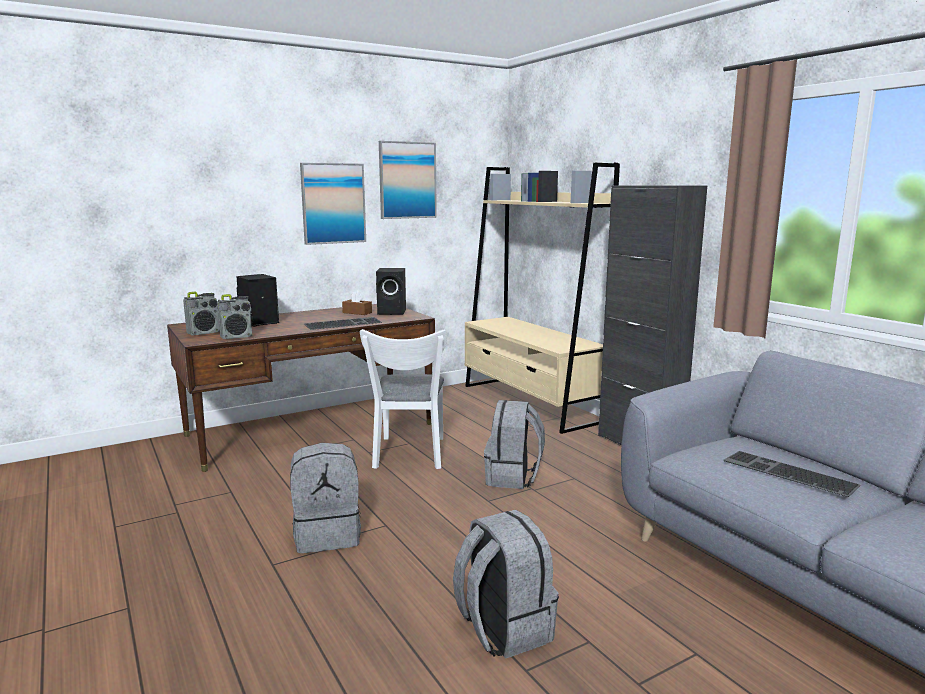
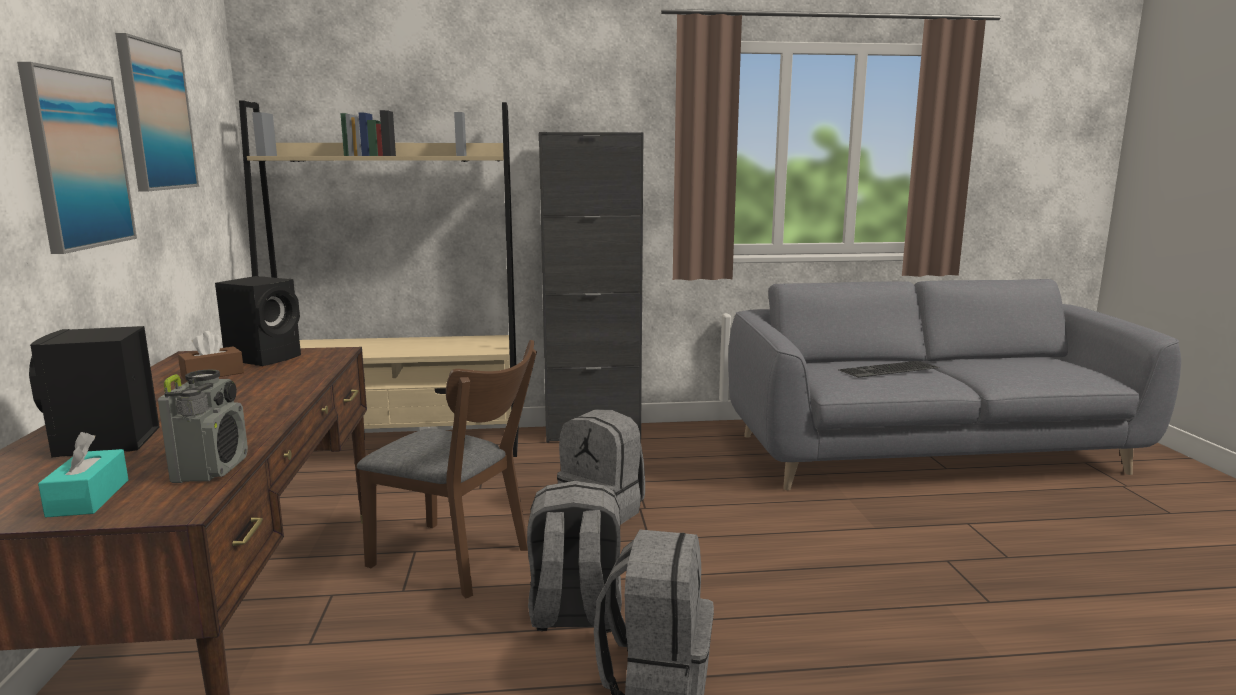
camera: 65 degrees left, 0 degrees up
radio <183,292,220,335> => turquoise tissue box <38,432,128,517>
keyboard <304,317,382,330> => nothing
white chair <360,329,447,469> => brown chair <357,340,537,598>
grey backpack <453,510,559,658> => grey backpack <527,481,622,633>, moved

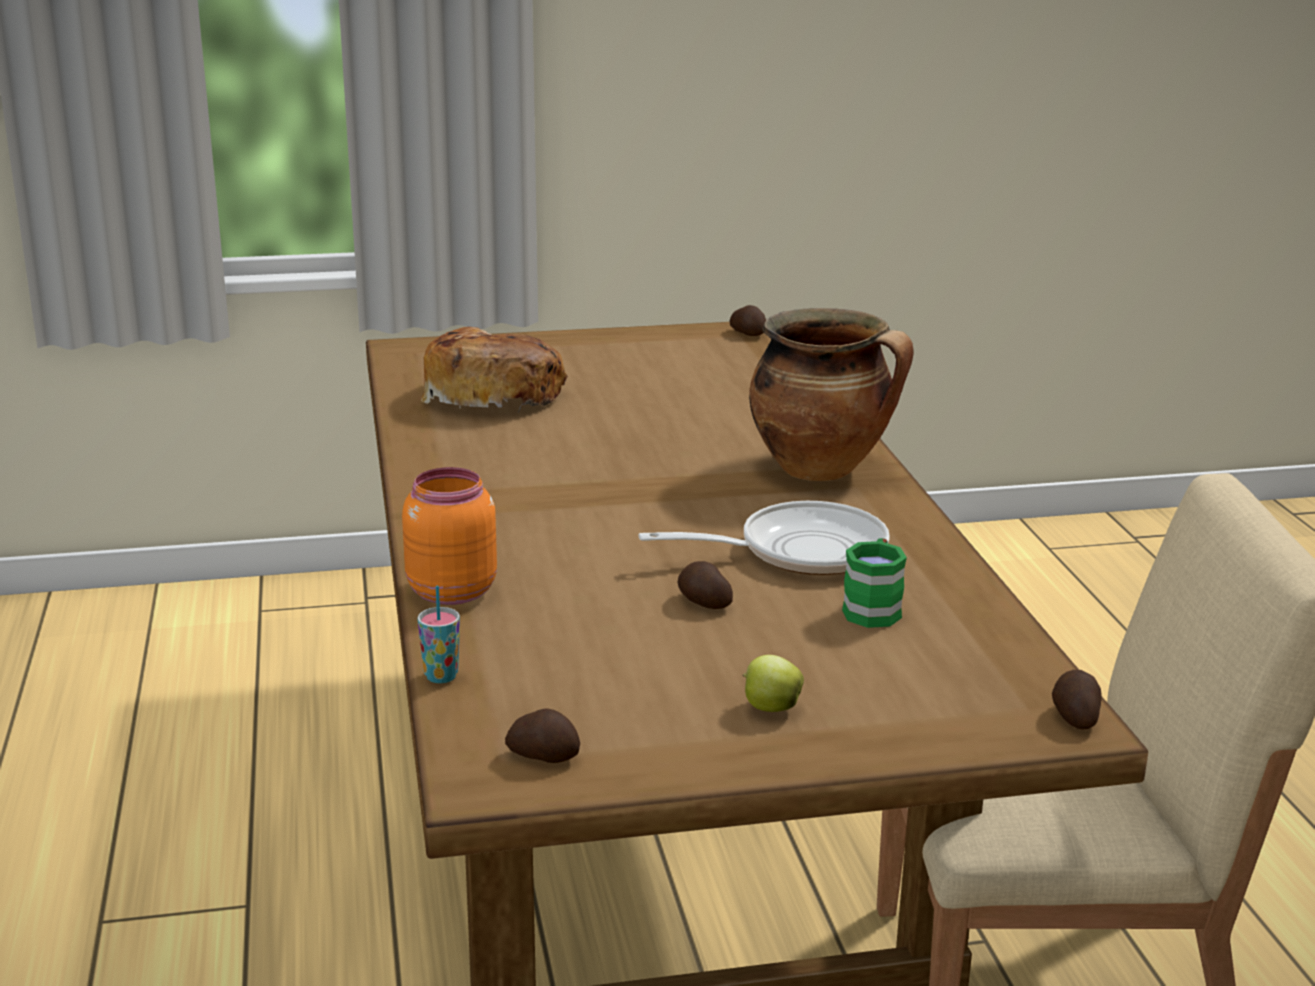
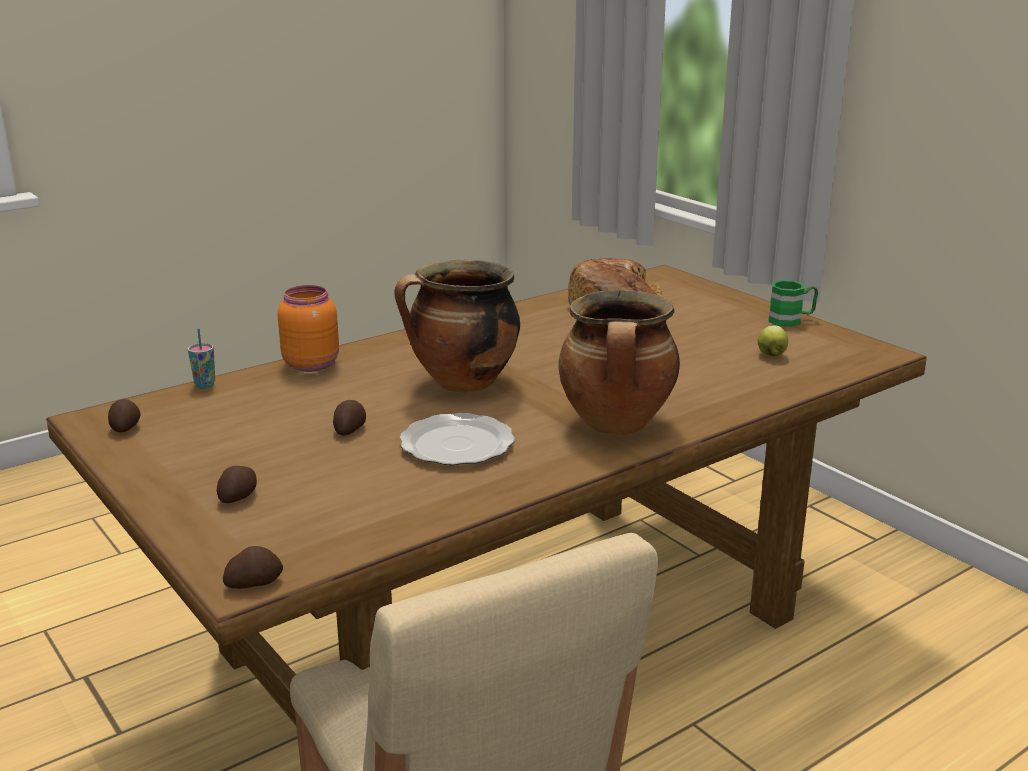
camera: 65 degrees right, 0 degrees up
potato <730,305,766,336> => potato <217,466,257,503>, moved
frying pan <638,501,890,575> => plate <400,413,515,465>
green mug <842,538,907,628> => green mug <769,280,818,327>, moved
apple <742,655,804,712> => apple <758,326,788,356>, moved
nothing => cooking pot <394,260,520,392>

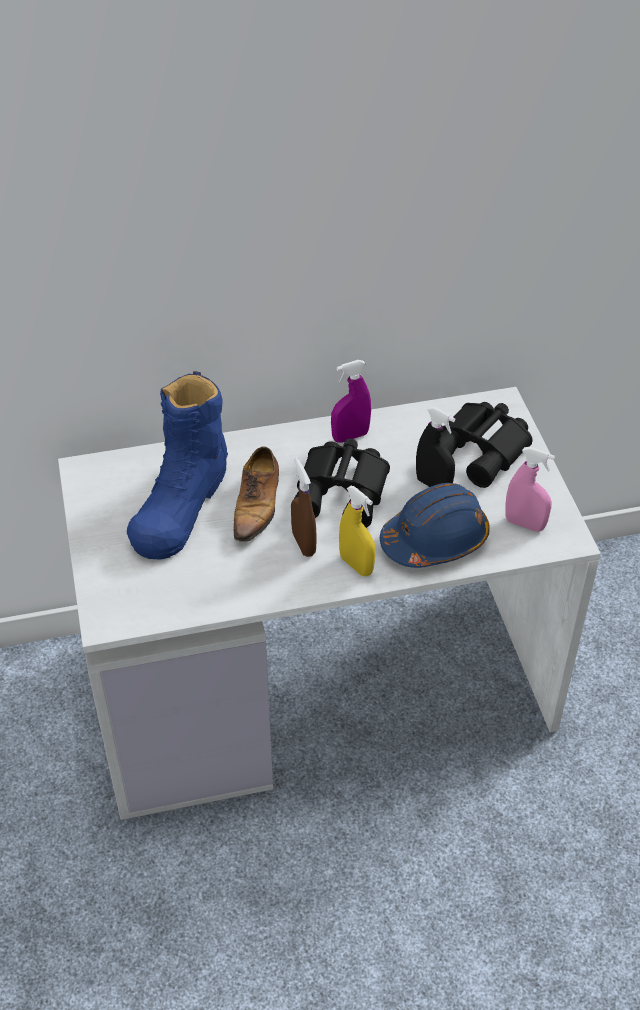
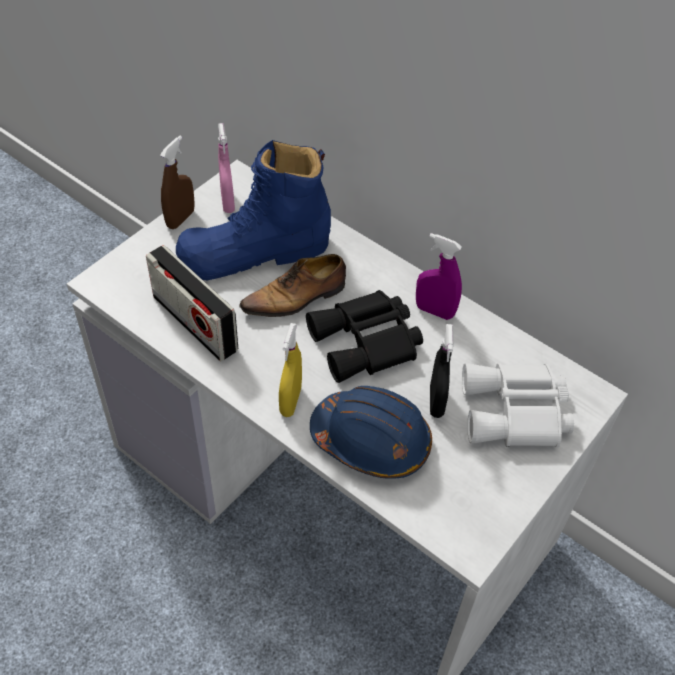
camera: 50 degrees right, 5 degrees up
black binoculars <441,402,532,488> => white binoculars <462,363,574,447>
pink spray bottle <505,447,555,532> => pink spray bottle <218,123,235,213>, moved
brown spray bottle <291,458,317,557> => brown spray bottle <160,136,195,229>, moved
nothing => radio <146,245,238,361>

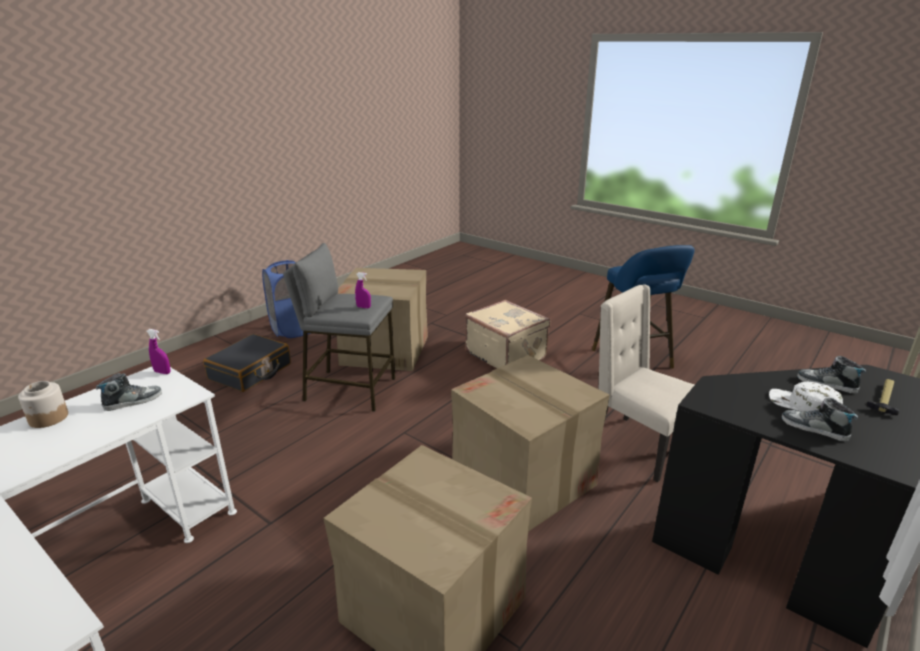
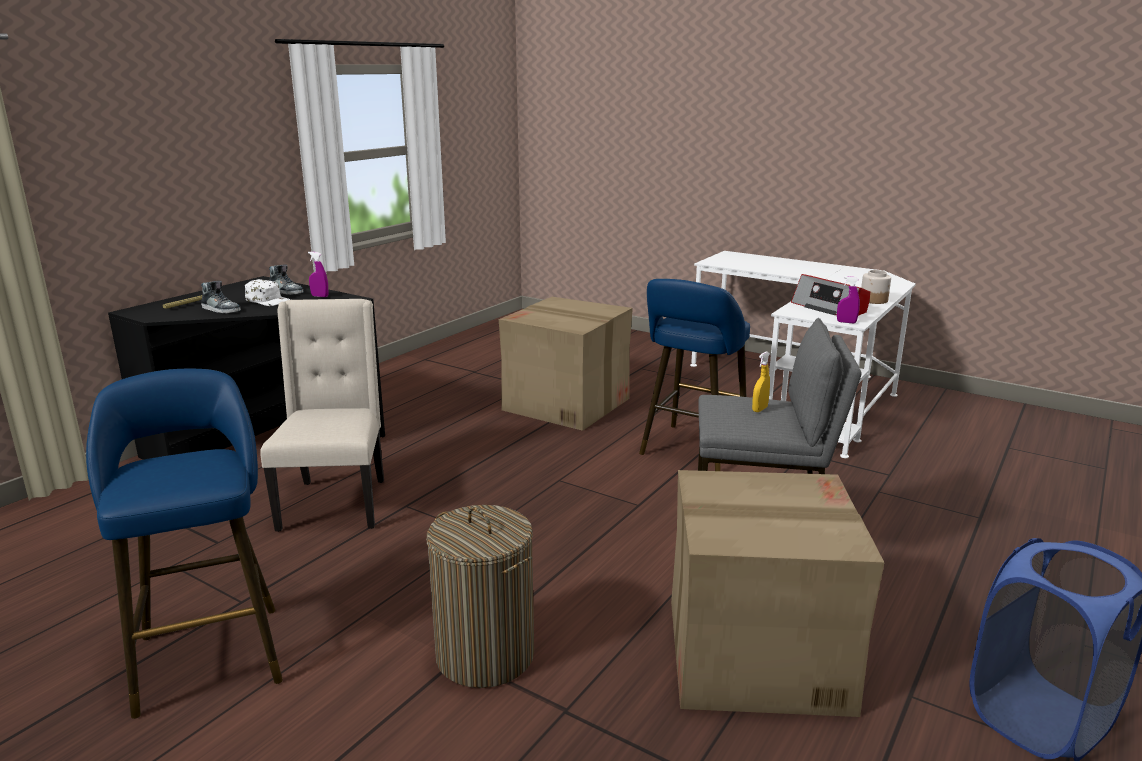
camera: 175 degrees right, 5 degrees down
purple spray bottle <355,272,371,309> => purple spray bottle <308,252,328,297>, moved
beige chair <599,285,695,482> => beige chair <260,299,384,532>, 135 degrees counterclockwise
beige suitcase <465,300,550,368> => laundry basket <427,505,534,688>
black suitcase <203,334,291,392> => nothing
cardboard box <451,355,610,532> => nothing
shoe <96,373,162,411> => radio <791,274,870,316>
nothing => blue stool <639,279,750,471>
nothing => yellow spray bottle <752,352,770,412>

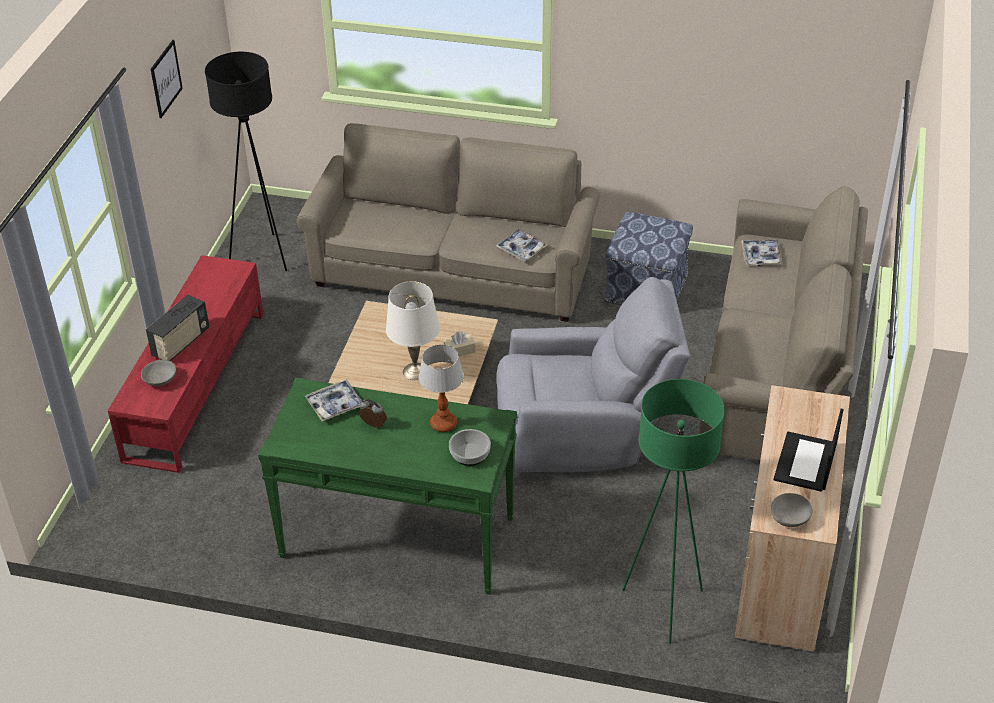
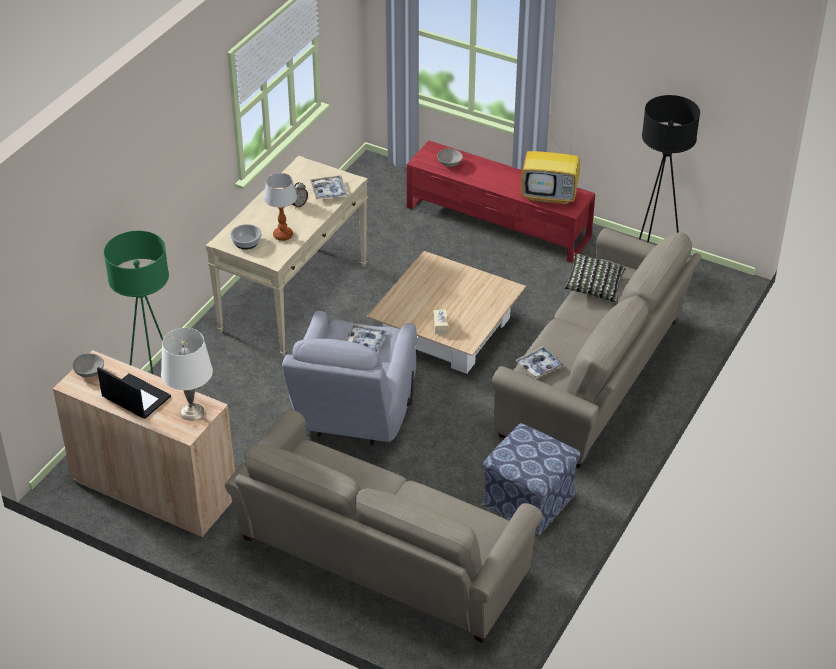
camera: 105 degrees right, 0 degrees up
picture <151,40,183,118> => nothing
tray <741,239,783,266> => tray <345,325,387,352>, moved
white table lamp <386,281,440,380> => white table lamp <161,328,213,421>, moved
radio <146,295,209,361> => nothing
green console table <258,377,517,595> => beige console table <206,155,368,357>
nothing => television <521,132,580,205>
nothing => pillow <564,253,626,303>

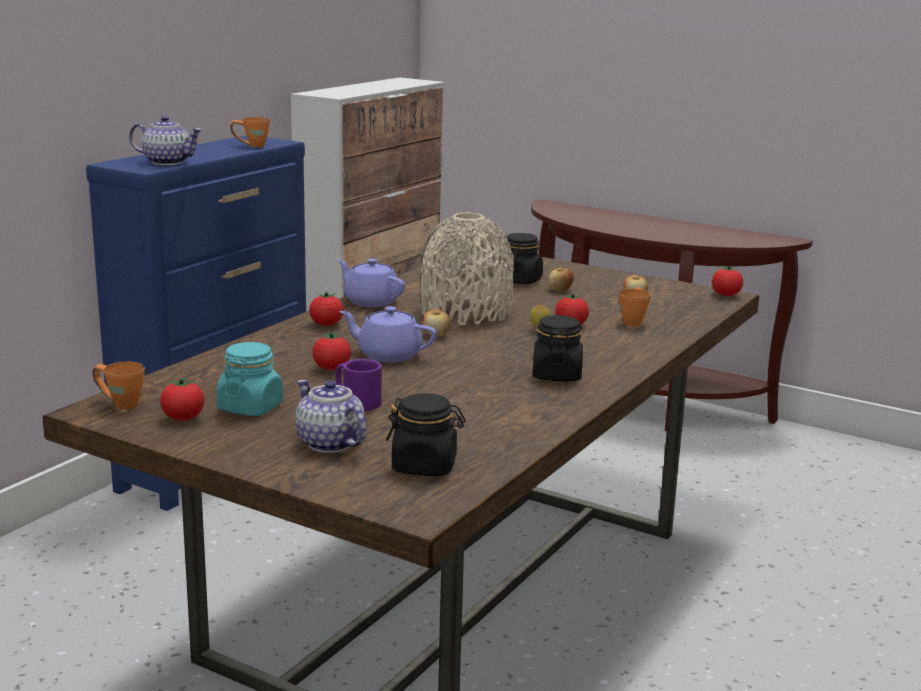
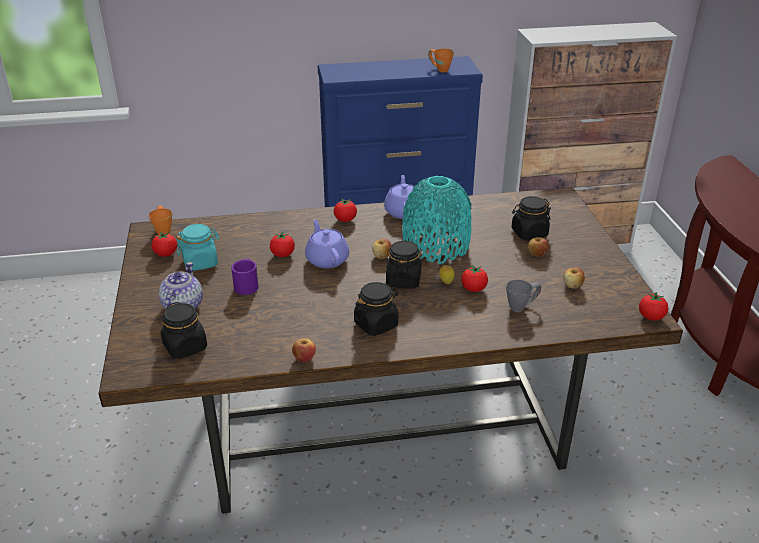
camera: 50 degrees right, 15 degrees up
teapot <129,116,202,165> => nothing
beige vase <421,212,514,325> => turquoise vase <402,176,472,264>
orange mug <619,288,651,326> => grey mug <506,280,541,312>
nothing => black jar <386,240,421,289>
nothing => apple <292,339,316,362>

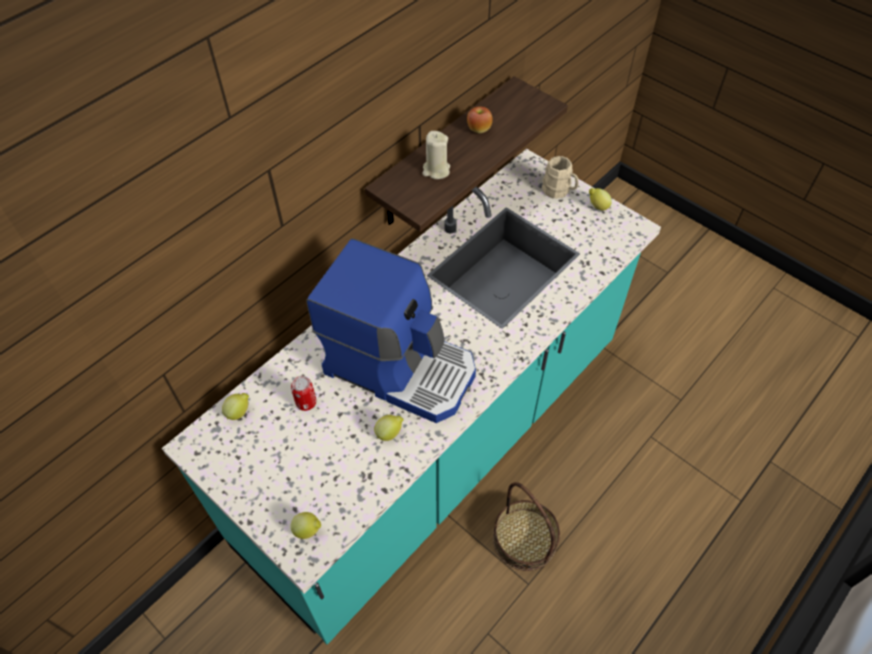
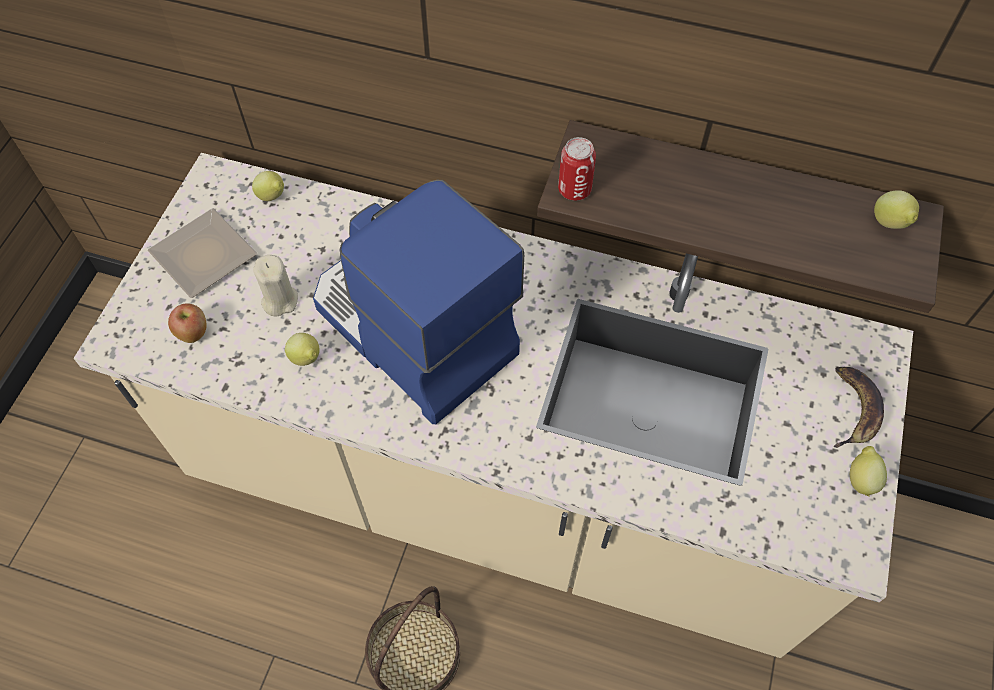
camera: 65 degrees right, 5 degrees up
apple <467,107,493,133> => apple <168,303,207,343>, moved
beige candle <422,131,450,179> => beige candle <253,255,298,316>, moved
turquoise counter <162,149,661,644> => beige counter <73,153,913,658>
beige mug <542,156,579,199> => banana <834,367,884,448>
coffee machine <306,238,476,423> => coffee machine <313,180,524,424>, 135 degrees clockwise
can <291,376,317,411> => can <558,137,596,201>, moved
lemon <291,512,321,539> => lemon <874,190,919,229>, moved
nothing => plate <148,208,257,298>

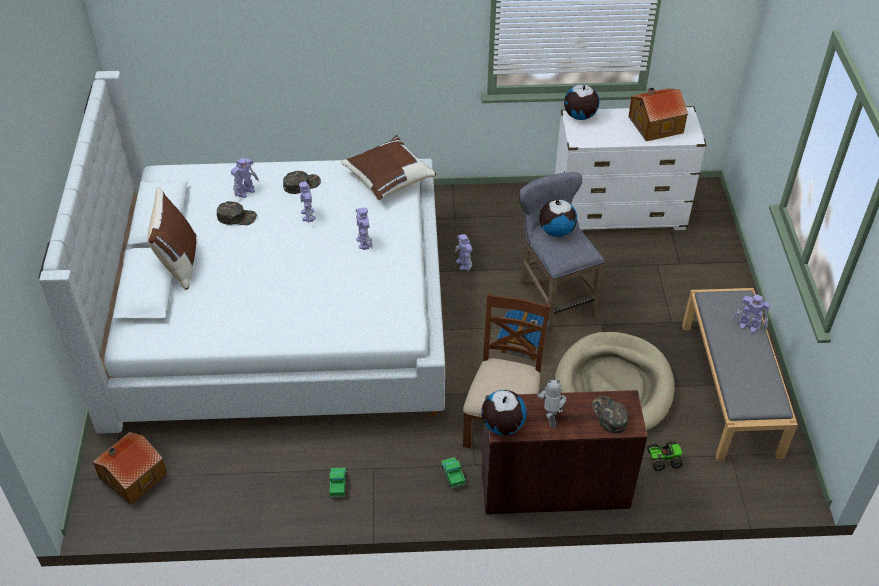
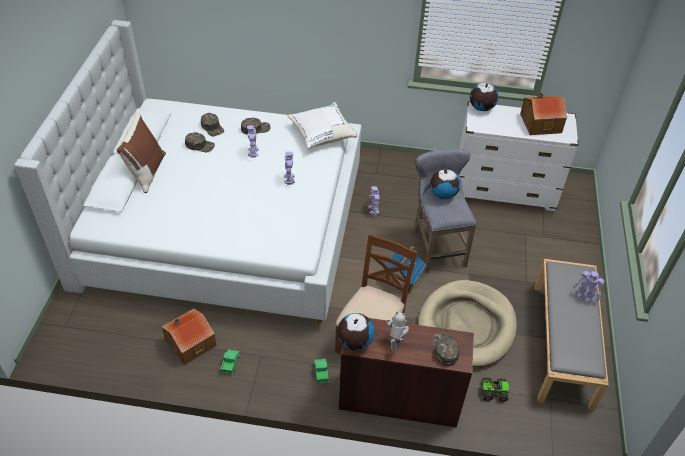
camera: 10 degrees right, 0 degrees up
brown pillow <341,135,436,200> => white pillow <288,102,358,149>
toy robot <231,158,259,198> => green cap <201,113,224,136>
toy house <92,432,167,505> => toy house <162,308,216,365>, moved

